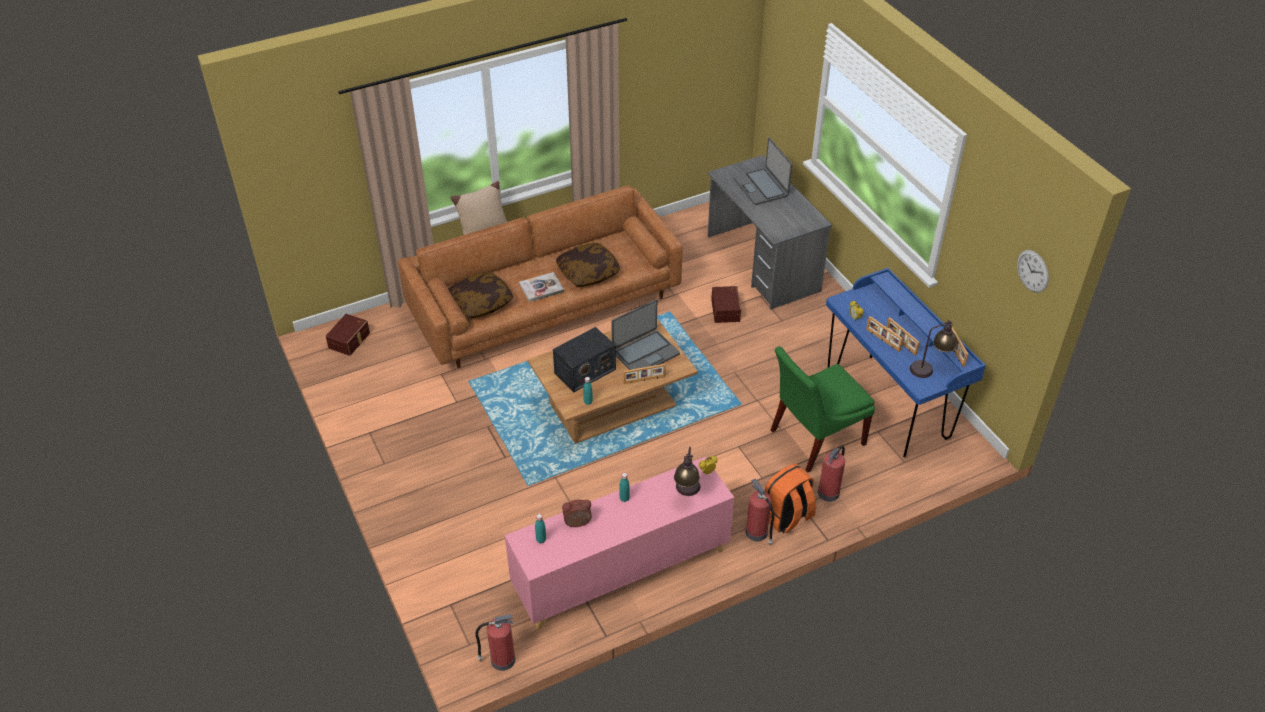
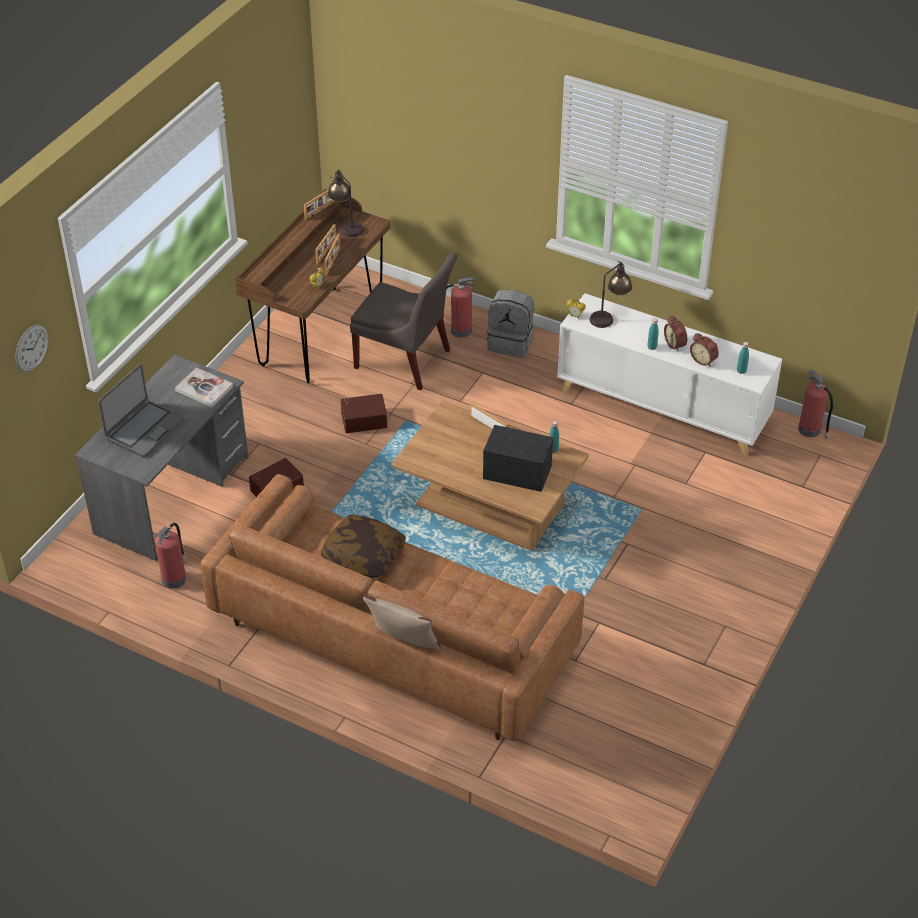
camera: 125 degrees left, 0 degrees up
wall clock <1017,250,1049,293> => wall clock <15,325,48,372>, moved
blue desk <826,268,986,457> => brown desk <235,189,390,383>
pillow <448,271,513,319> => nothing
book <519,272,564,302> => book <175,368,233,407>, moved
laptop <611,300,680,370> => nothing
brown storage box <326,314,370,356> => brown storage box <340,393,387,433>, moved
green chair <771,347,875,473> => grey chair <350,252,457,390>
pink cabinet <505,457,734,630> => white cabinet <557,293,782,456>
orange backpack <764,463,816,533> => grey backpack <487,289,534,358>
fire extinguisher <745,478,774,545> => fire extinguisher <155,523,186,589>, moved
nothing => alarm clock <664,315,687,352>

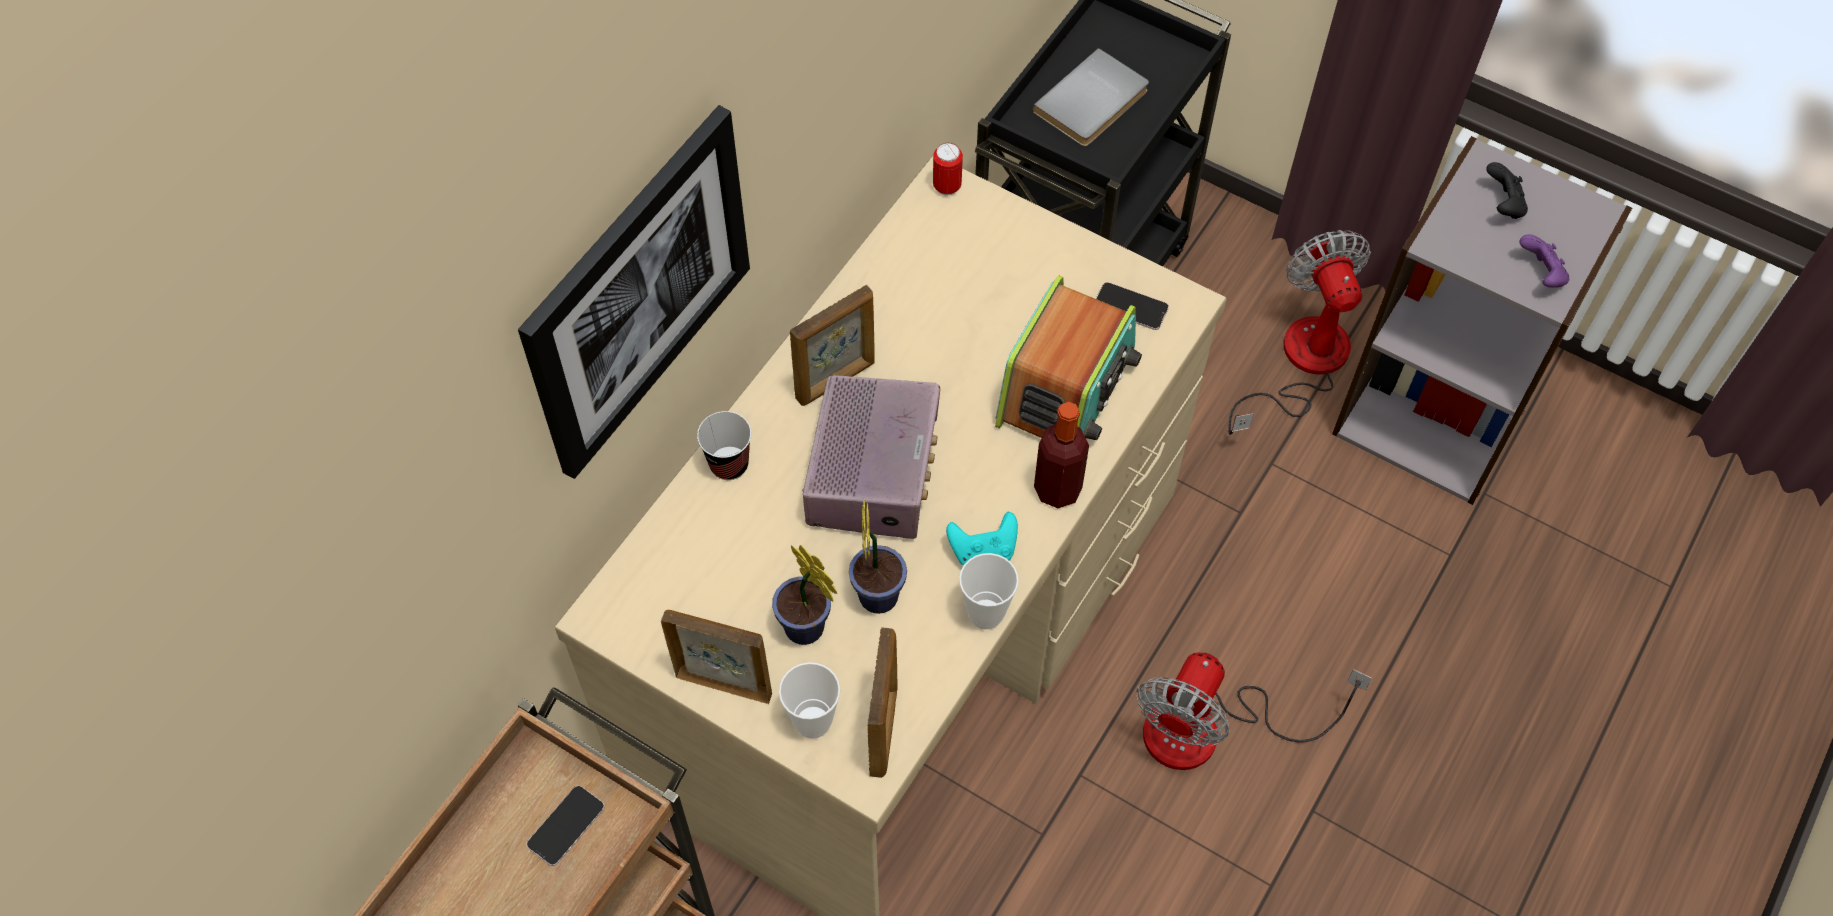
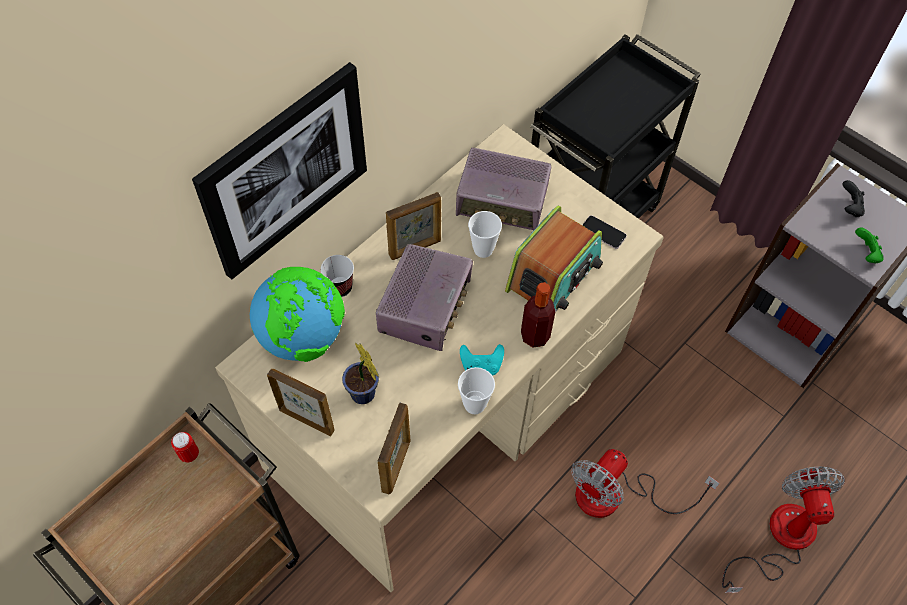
camera: 10 degrees right, 0 degrees up
grey book <1033,48,1149,146> => nothing
can <933,143,963,195> => can <171,432,199,462>, moved
fan <1228,230,1371,435> => fan <722,467,845,593>, moved
purple game controller <1519,234,1569,288> => green game controller <855,228,884,263>
potted plant <849,500,907,614> => nothing
cup <779,662,840,739> => cup <468,211,502,258>, moved
phone <526,785,605,866> => nothing
nothing => radio <456,148,551,231>
nothing => globe <250,267,345,362>

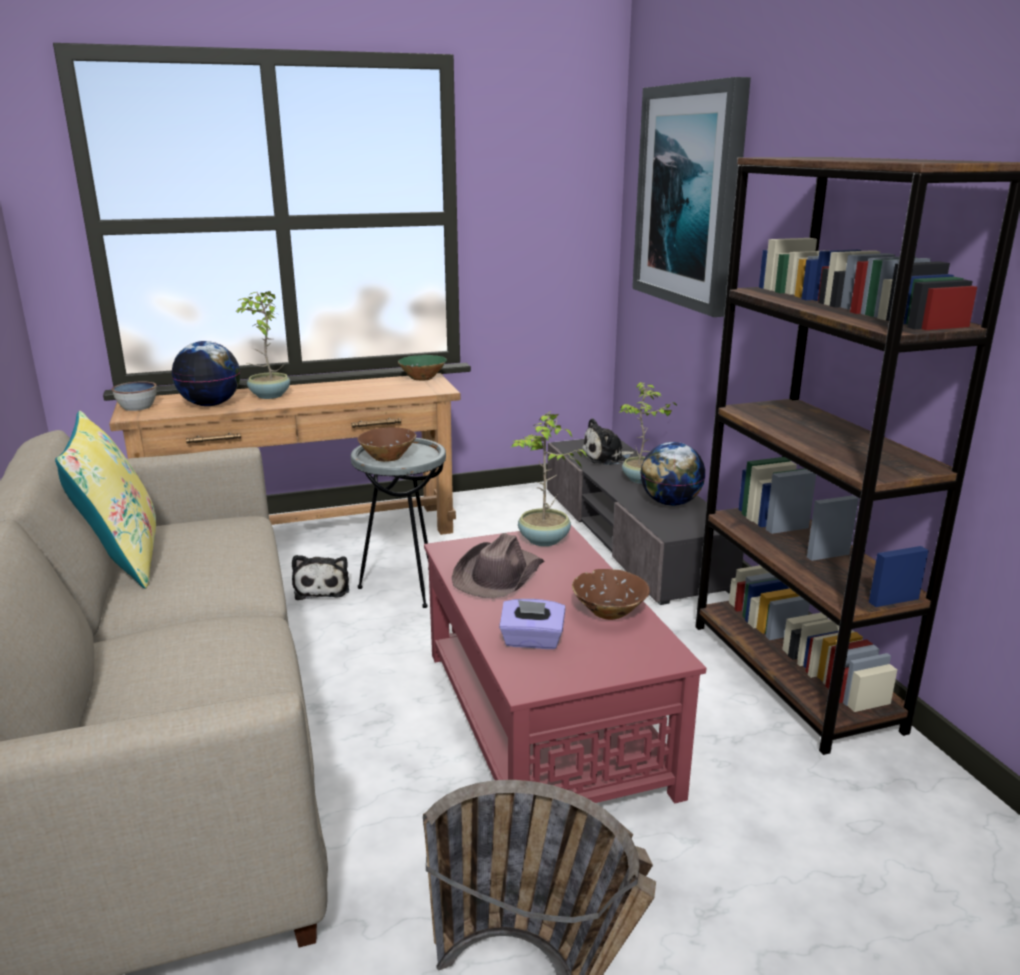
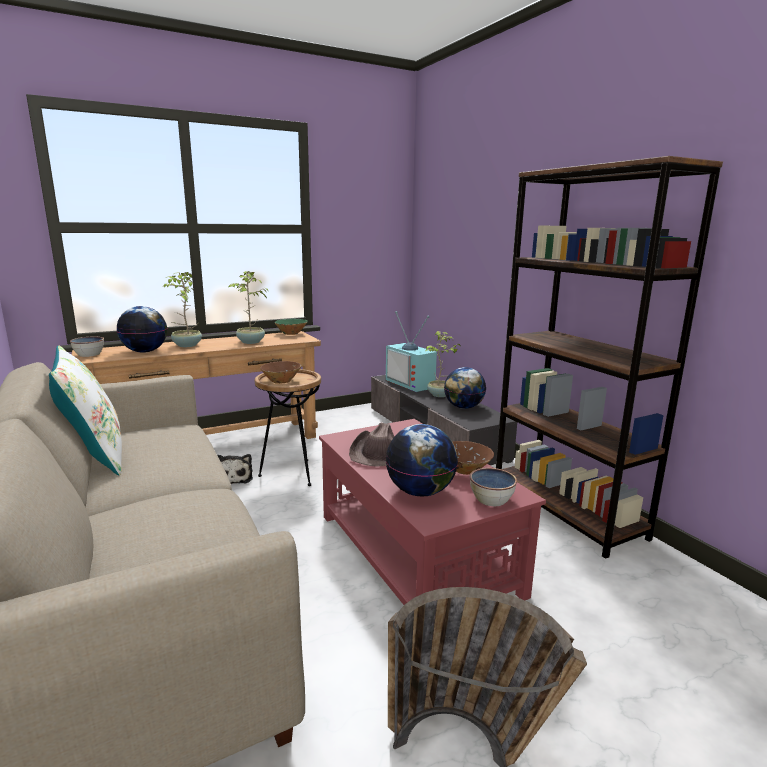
camera: 10 degrees left, 5 degrees down
picture <632,77,751,317> => nothing
yellow pillow <55,411,156,589> => white pillow <49,345,122,475>
potted plant <512,411,588,546> => potted plant <228,271,268,344>, moved
plush toy <580,418,635,465> => television <386,311,437,392>
grey side table <351,438,446,608> => brown side table <255,369,321,486>
purple tissue box <499,599,565,649> => globe <386,424,458,496>
nothing => bowl <470,468,517,506>

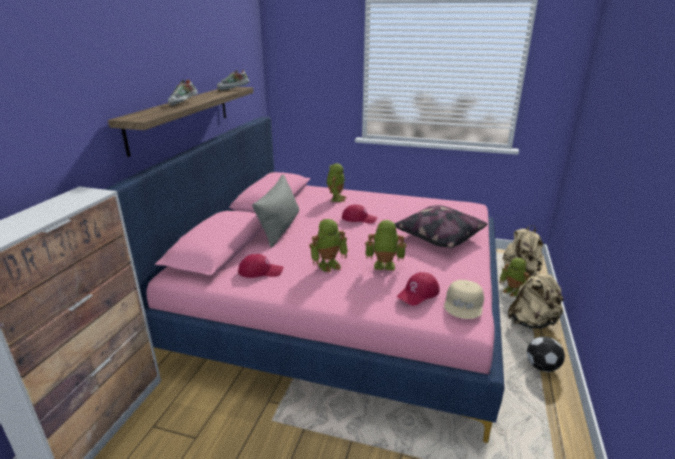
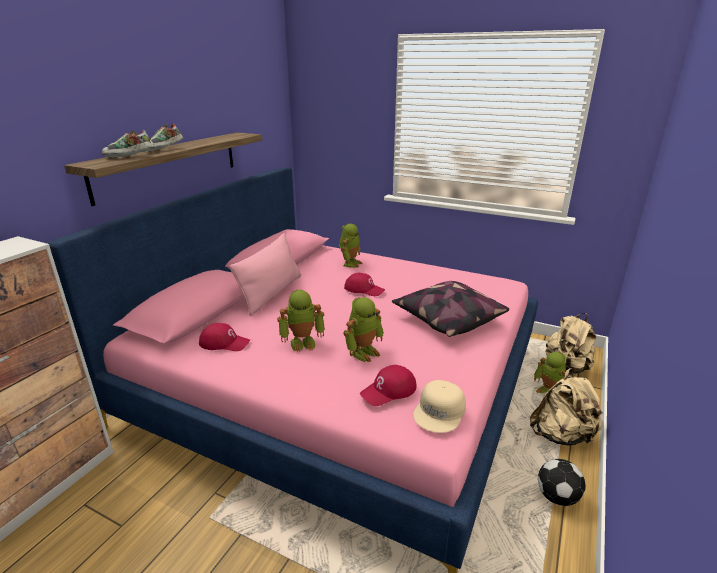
camera: 10 degrees right, 0 degrees up
shoe <217,70,249,90> => shoe <102,130,153,158>, moved
grey pillow <252,174,299,248> => pink pillow <229,233,301,316>
toy robot <365,220,406,270> => toy robot <343,297,384,362>, 120 degrees clockwise

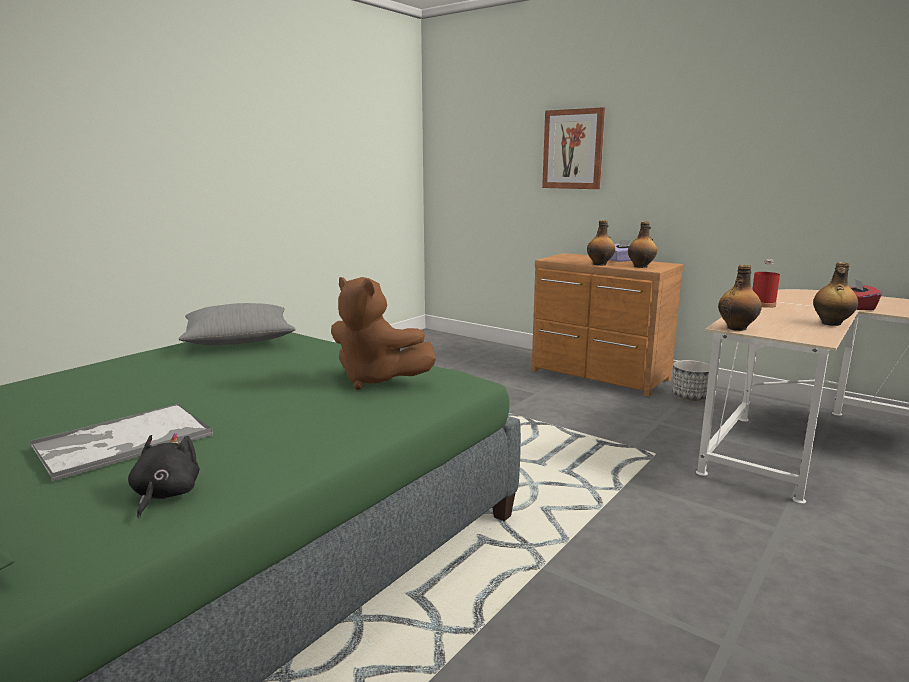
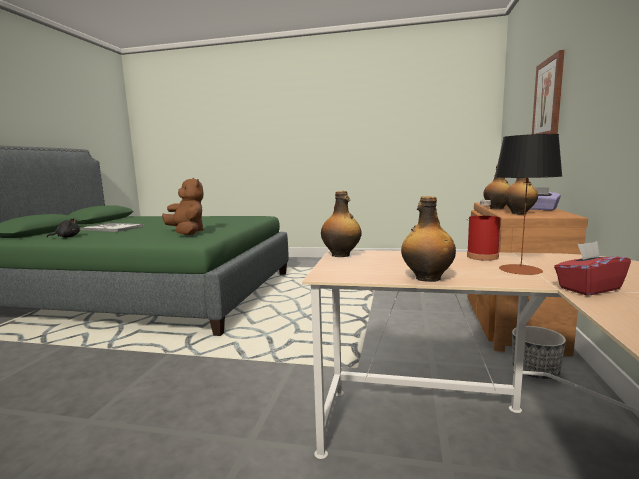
camera: 65 degrees right, 5 degrees down
brown plush toy <331,277,436,390> => brown plush toy <162,178,204,235>, 135 degrees clockwise
grey pillow <179,303,296,345> => nothing
nothing => table lamp <495,134,562,275>

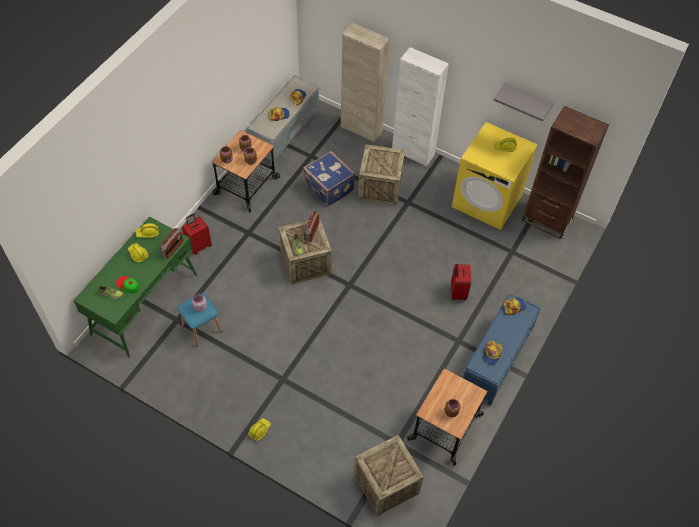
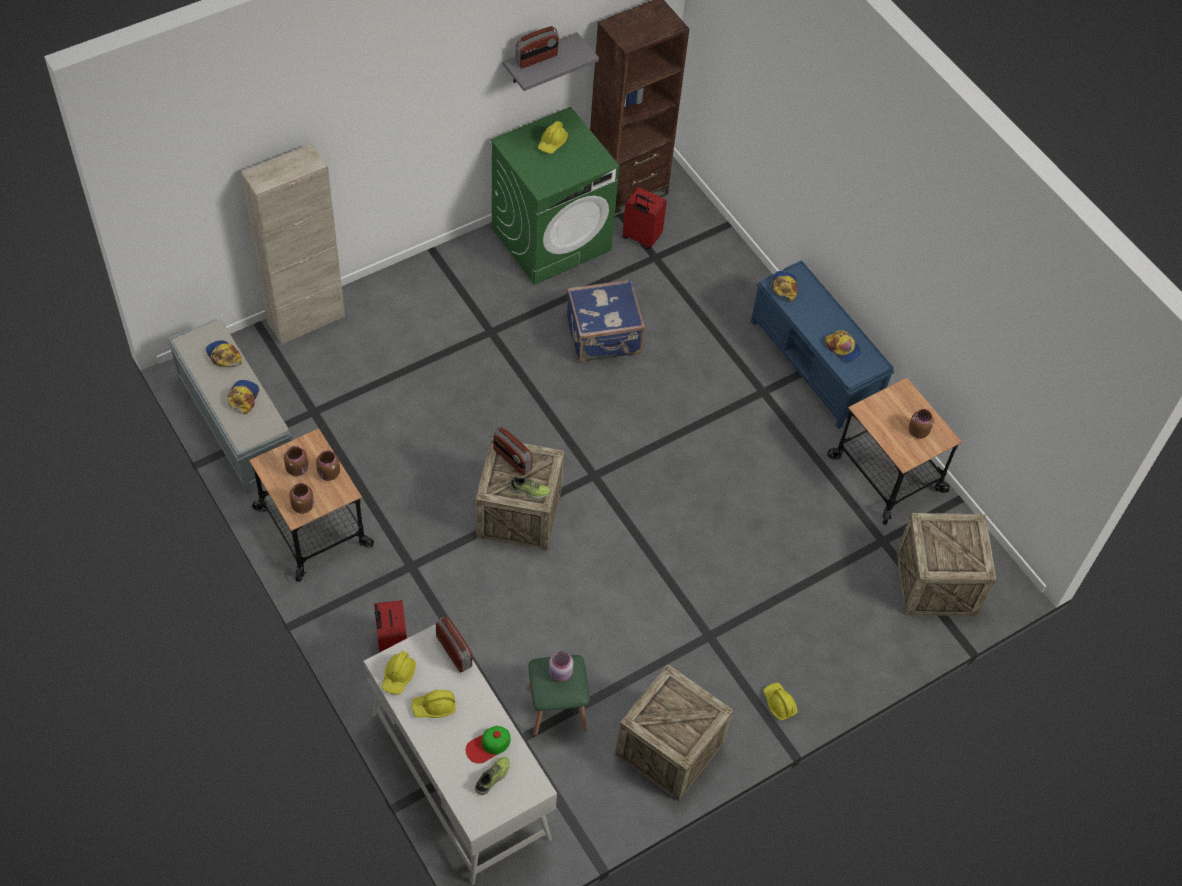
camera: 65 degrees left, 0 degrees up
white cabinet <392,47,449,166> => nothing
yellow washing machine <452,122,538,230> => green washing machine <490,107,619,285>
crate <358,144,405,205> => crate <615,664,734,801>, moved
blue suitcase <303,151,355,207> => blue suitcase <567,279,645,362>, moved
green desk <73,216,197,357> => white desk <364,624,557,885>
red suitcase <451,264,471,300> => red suitcase <622,187,667,249>, moved
blue stool <178,293,222,346> => green stool <527,655,590,736>
nothing => radio <516,26,559,69>

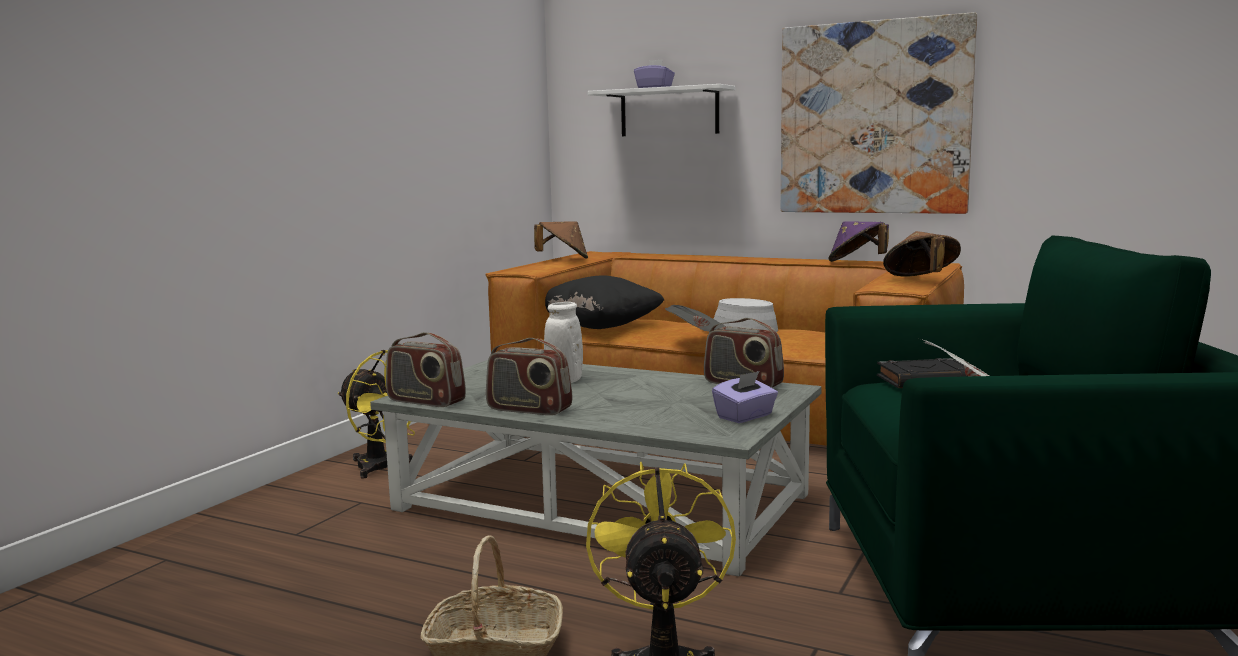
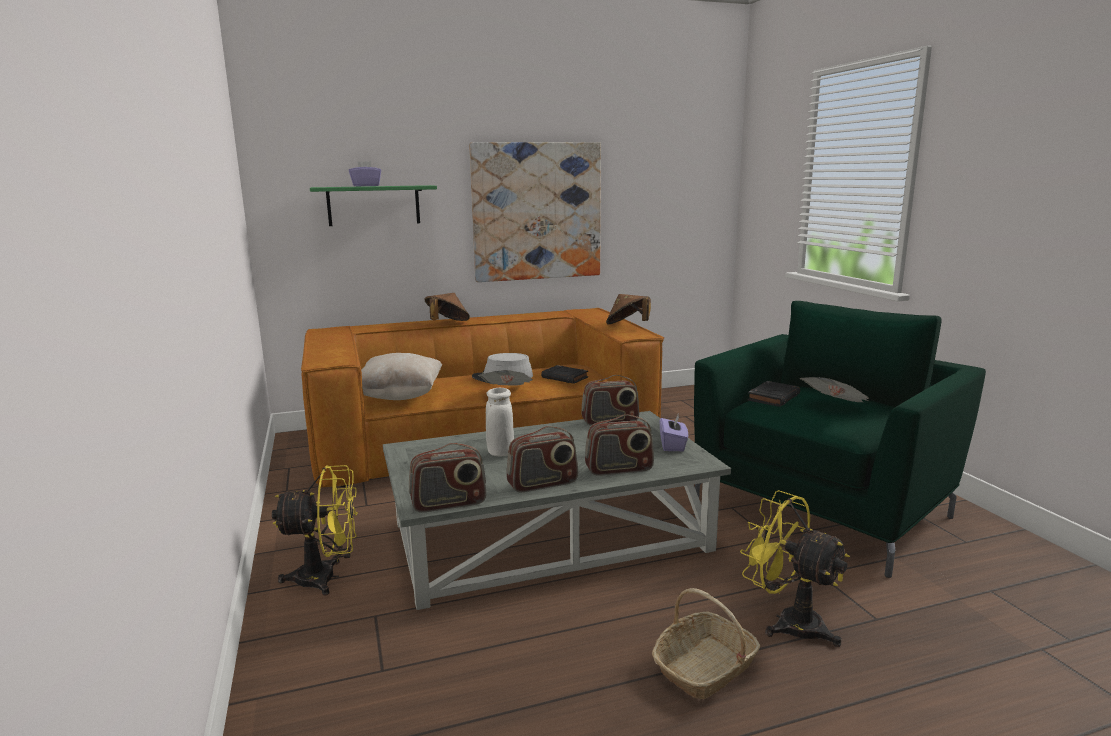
camera: 45 degrees left, 5 degrees up
white shelf <588,84,735,136> => green shelf <310,185,437,226>
brown hat <534,221,588,259> => brown hat <425,293,470,321>, moved
purple hat <828,221,889,262> => nothing
black pillow <545,276,664,329> => beige pillow <361,353,442,400>
nothing => black book <541,365,588,384>
nothing => radio <585,414,654,475>

